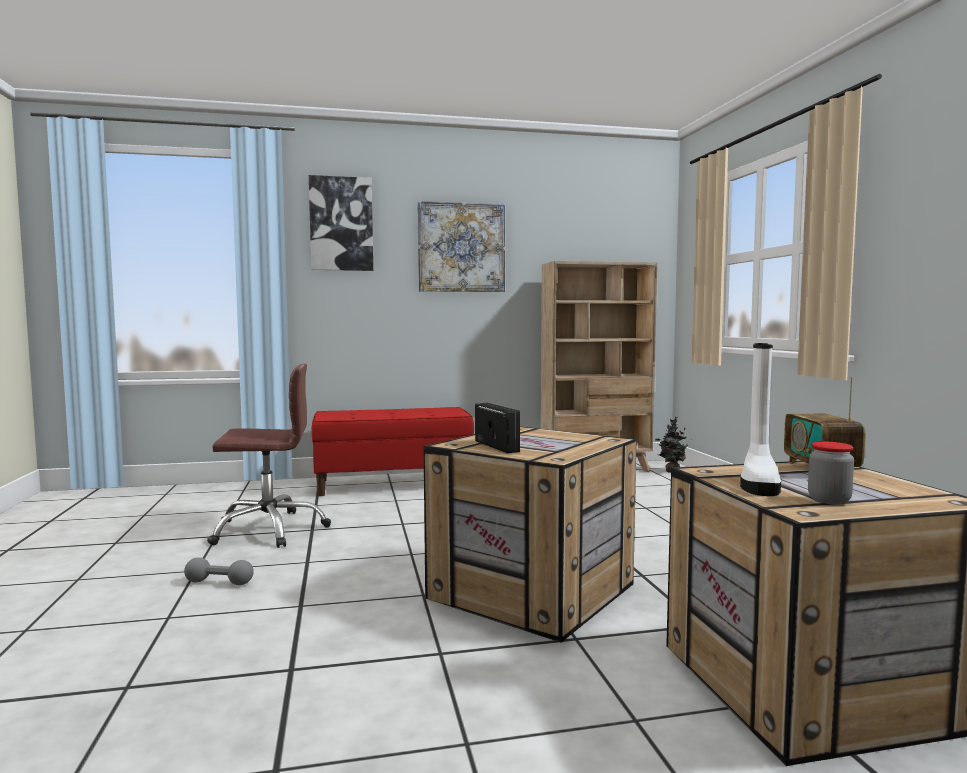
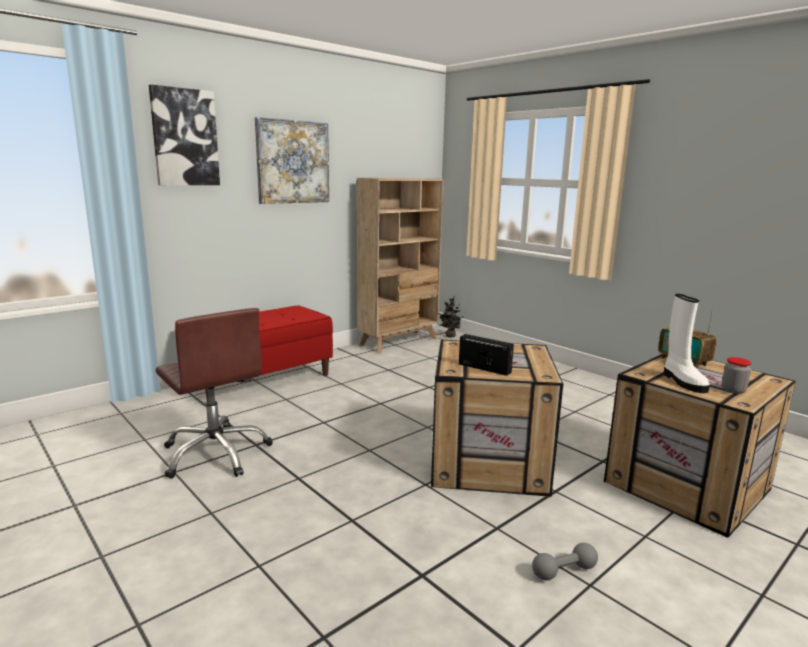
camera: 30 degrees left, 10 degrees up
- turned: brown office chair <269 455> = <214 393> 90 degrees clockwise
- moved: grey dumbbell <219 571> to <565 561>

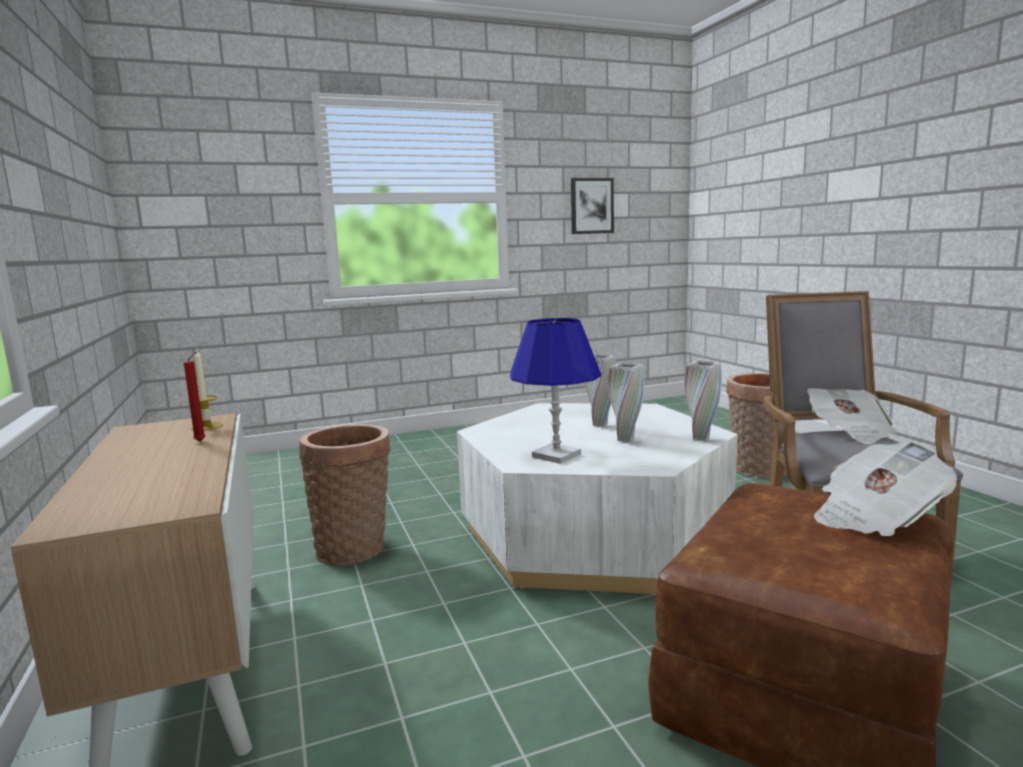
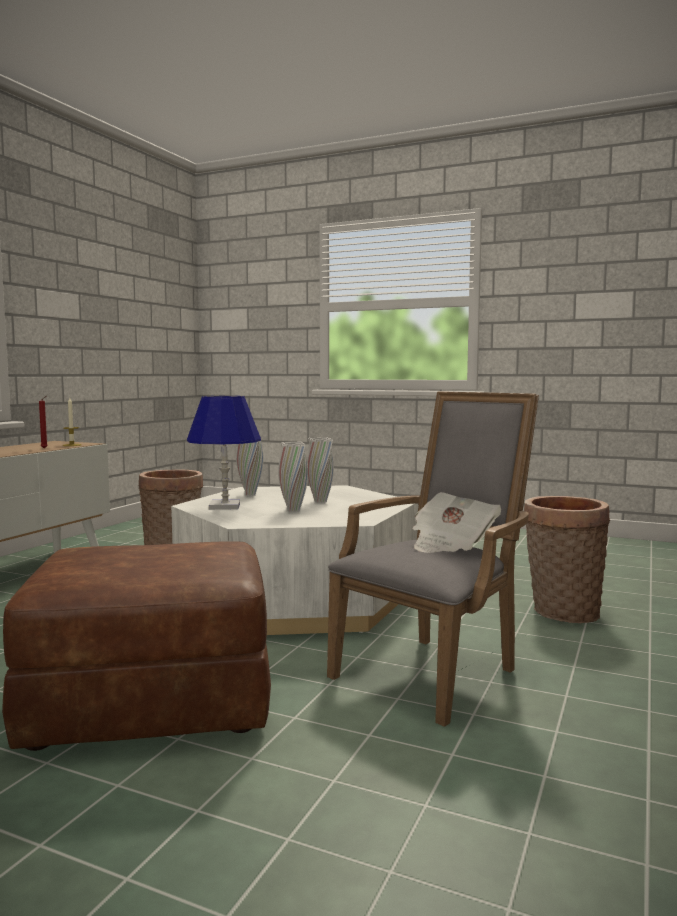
camera: 45 degrees right, 5 degrees down
- moved: white vase <703 401> to <250 468>
- removed: picture <592 206>
- removed: newspaper <885 489>

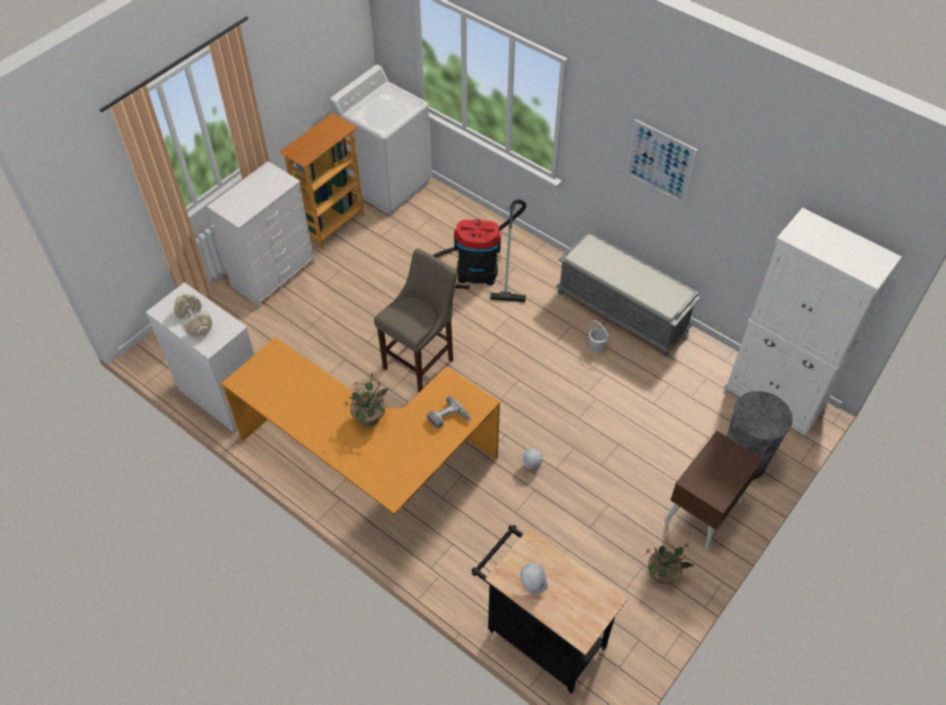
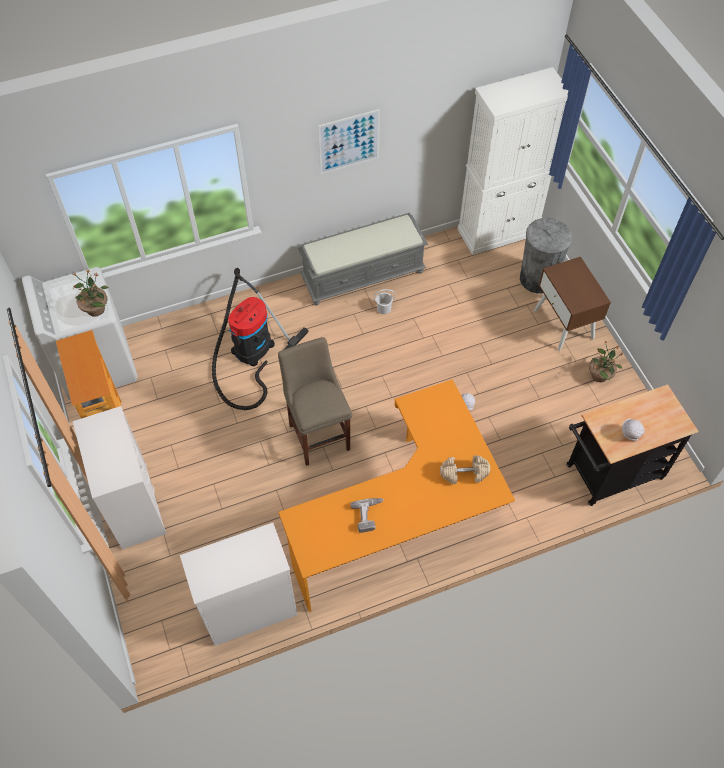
camera: 60 degrees left, 5 degrees up
- moved: potted plant <366 399> to <91 293>
- moved: power drill <449 412> to <366 515>
- moved: beige dumbbell <192 315> to <465 469>

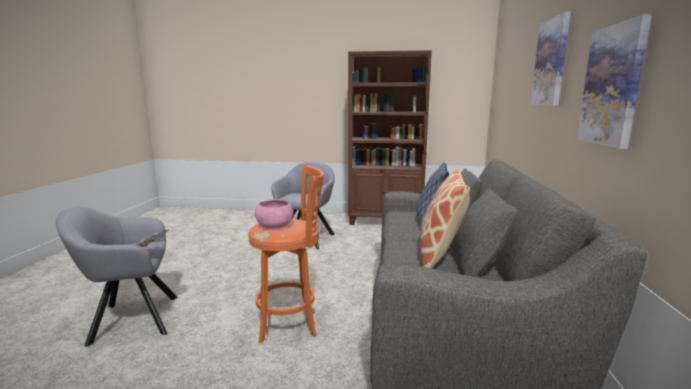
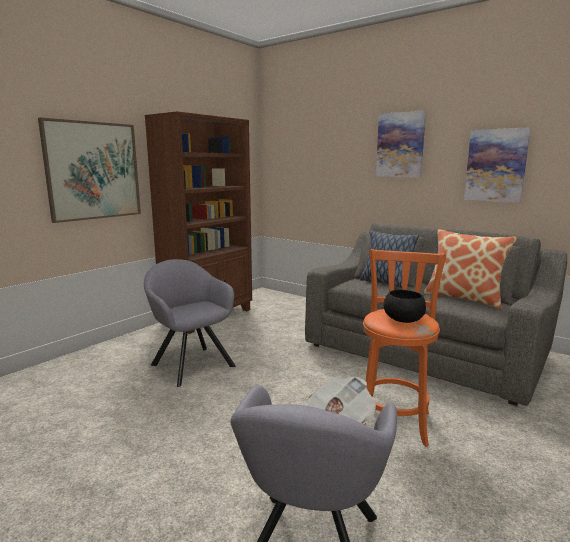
camera: 60 degrees left, 0 degrees up
- added: picture <89 170>
- recoloured: pink bowl <274 214> to black bowl <404 306>

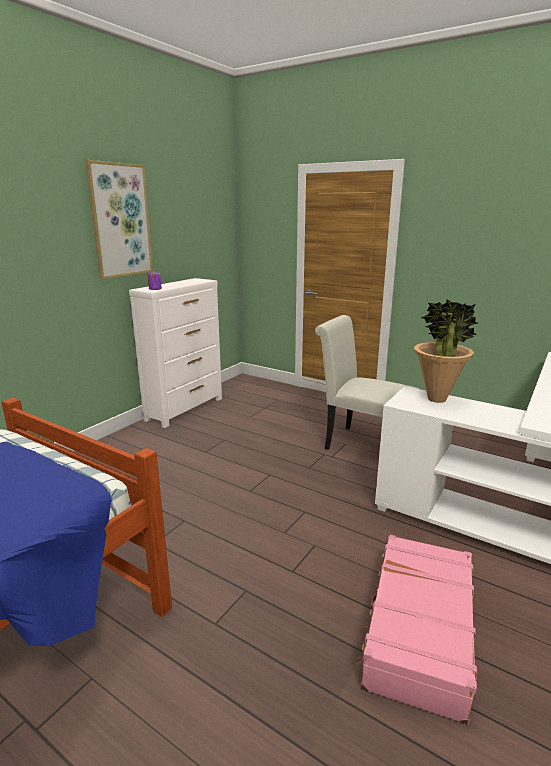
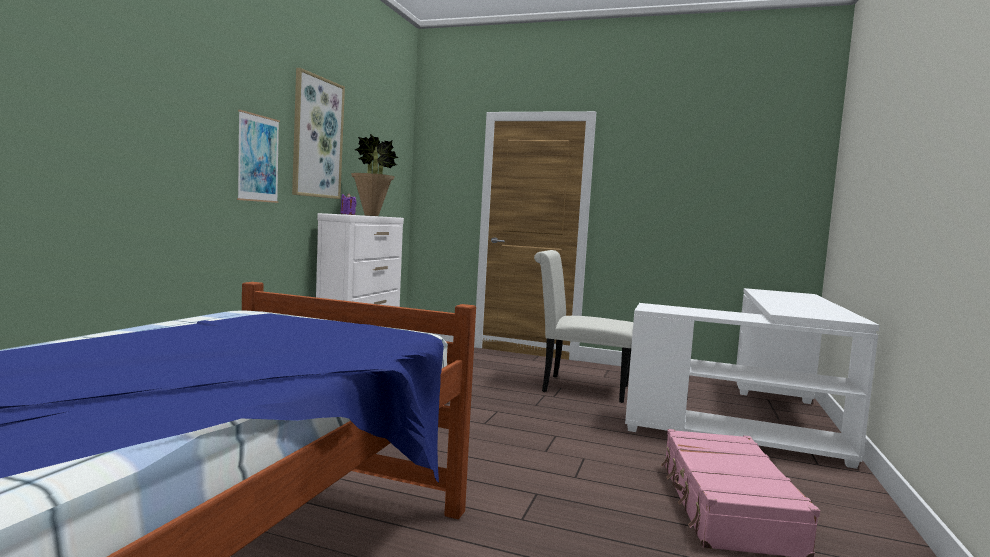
camera: 15 degrees left, 15 degrees down
- added: picture <258 156>
- moved: potted plant <446 351> to <375 175>

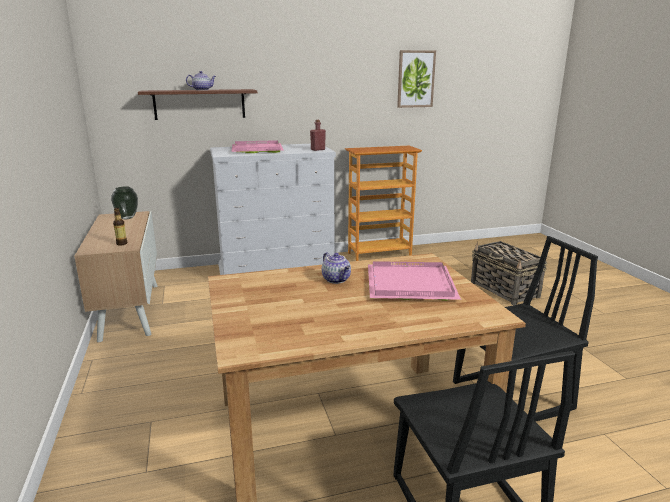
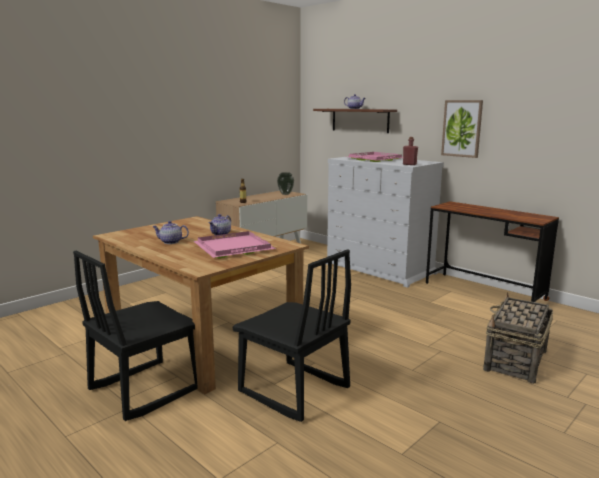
camera: 60 degrees right, 5 degrees down
- added: teapot <170 232>
- replaced: bookcase <383 203> to brown desk <492 252>
- moved: picture <416 79> to <462 129>

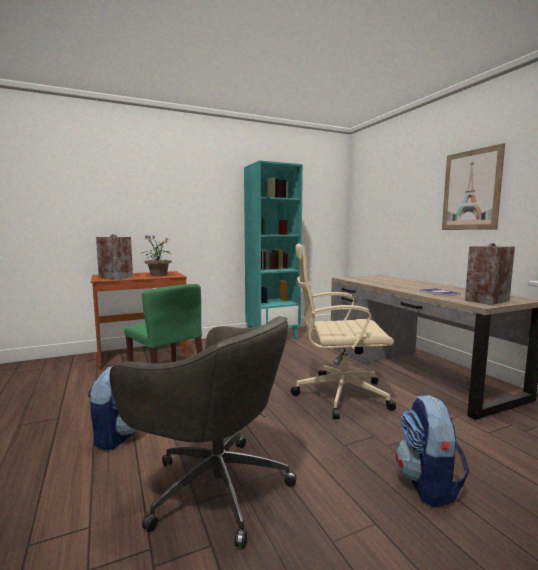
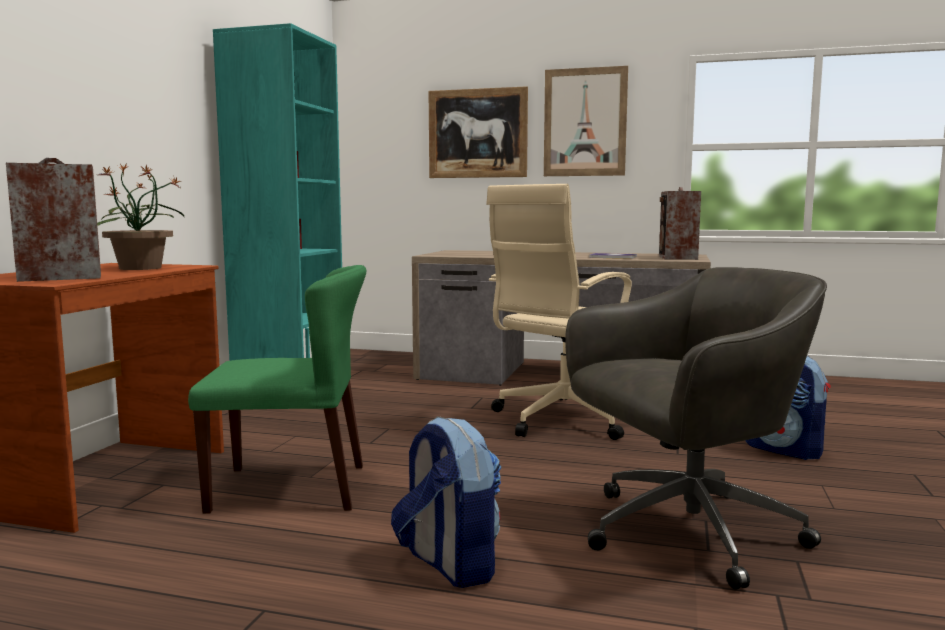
camera: 50 degrees left, 0 degrees up
- added: picture <478 132>

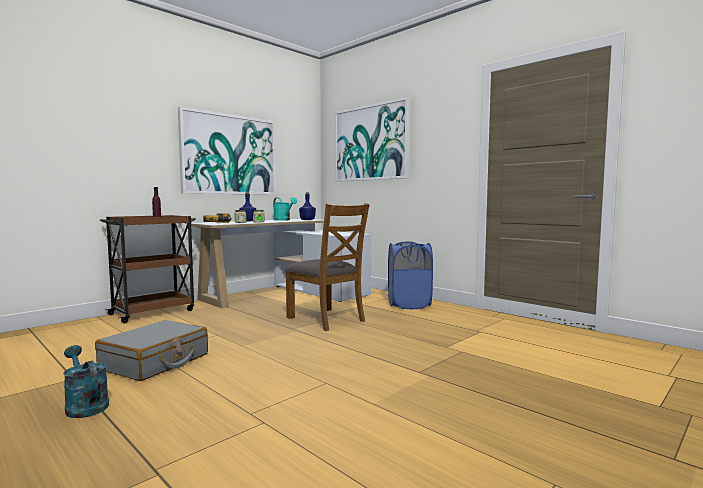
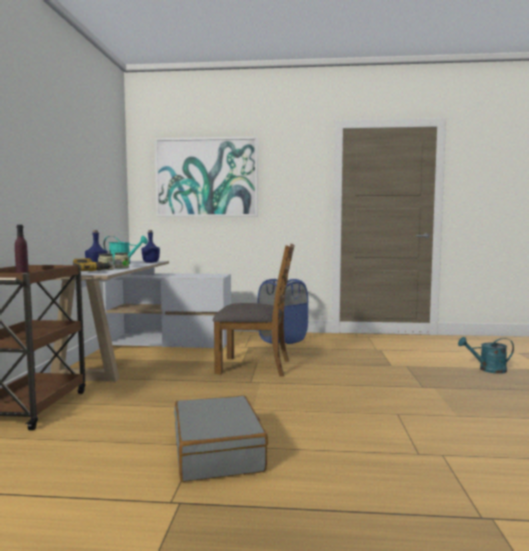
camera: 40 degrees left, 0 degrees up
- moved: turquoise watering can <86 381> to <486 355>
- removed: picture <227 151>

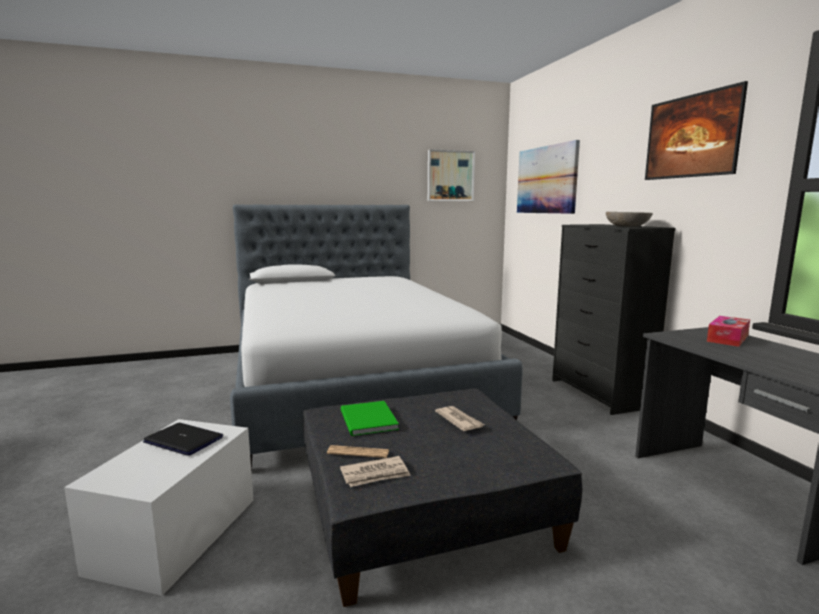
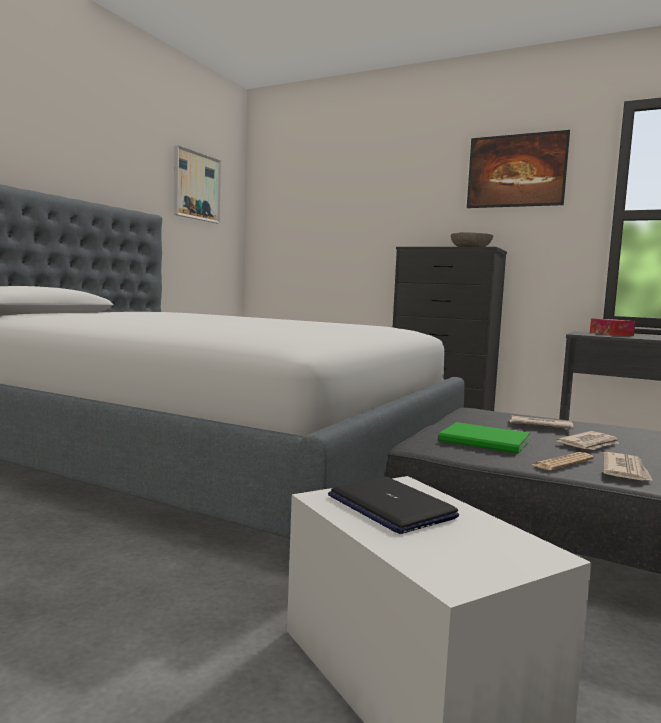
camera: 45 degrees left, 5 degrees down
- turned: laptop <183 439> = <393 505> 105 degrees counterclockwise
- added: newspaper <588 440>
- removed: picture <548 177>

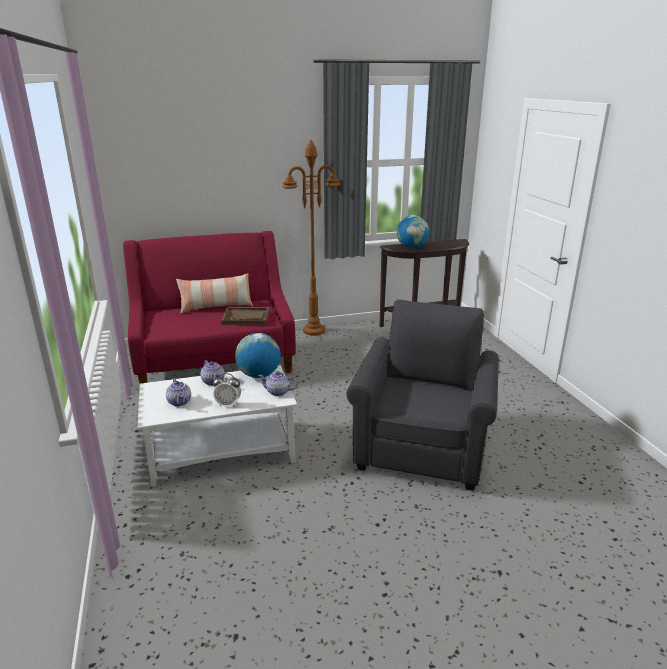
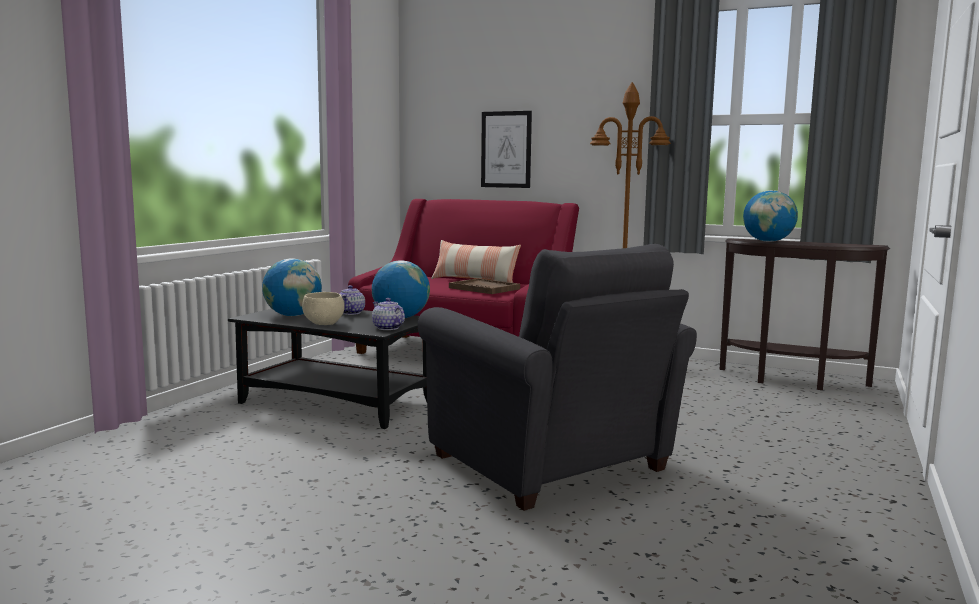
camera: 40 degrees right, 15 degrees down
- recoloured: white coffee table <217 426> to black coffee table <327 369>
- replaced: teapot <178 392> to globe <292 287>
- replaced: alarm clock <227 390> to beige bowl <323 308>
- turned: grey armchair <423 395> = <557 377> 90 degrees clockwise
- added: picture <506 149>

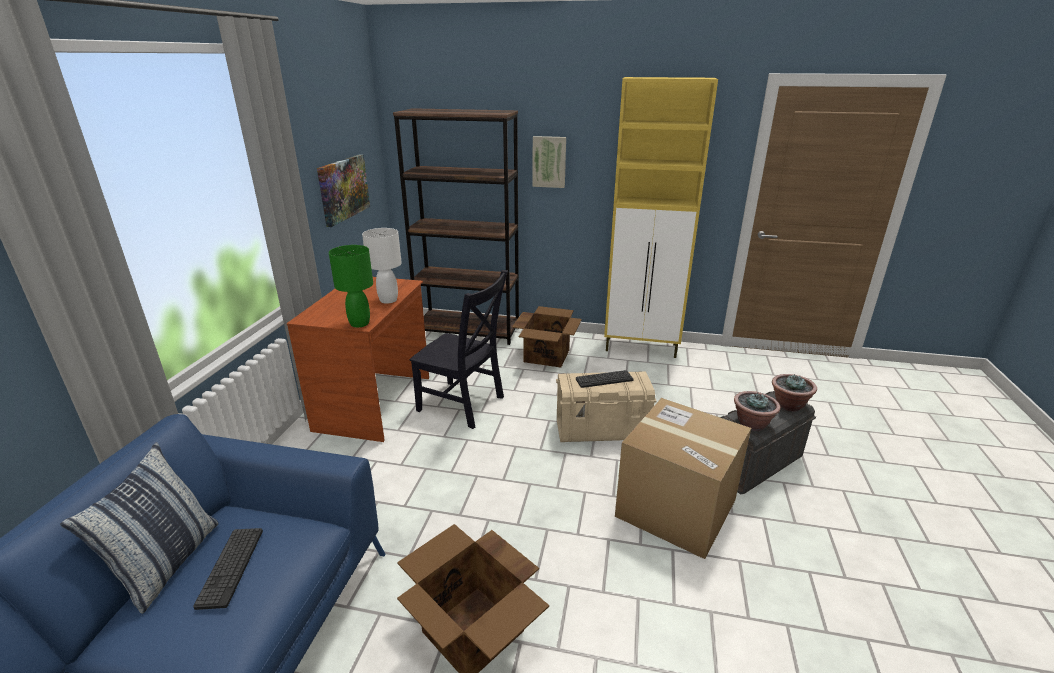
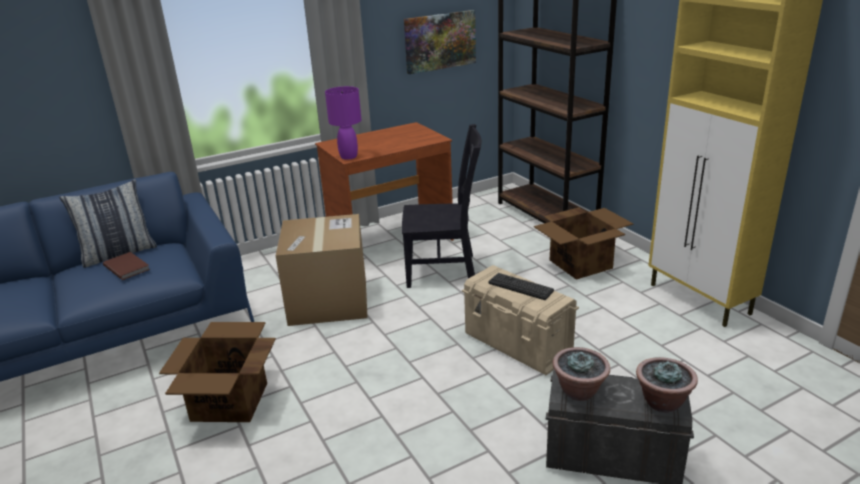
camera: 50 degrees right, 0 degrees up
- replaced: keyboard <228 569> to brown book <126 266>
- moved: cardboard box <683 478> to <321 270>
- recoloured: green table lamp <351 286> to purple table lamp <343 123>
- turned: black chair <458 349> = <442 206> 75 degrees counterclockwise
- removed: white table lamp <382 266>
- removed: picture <549 162>

